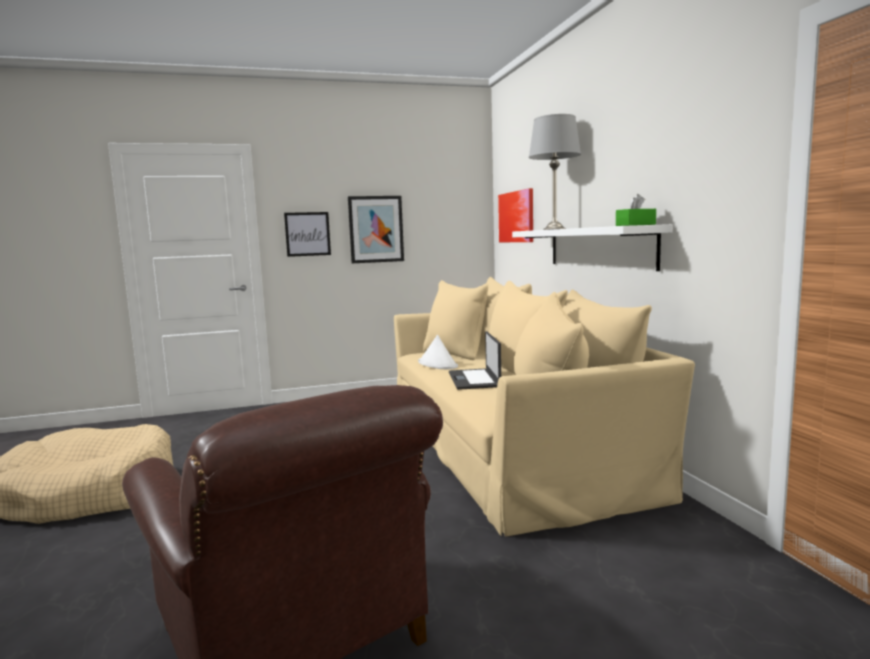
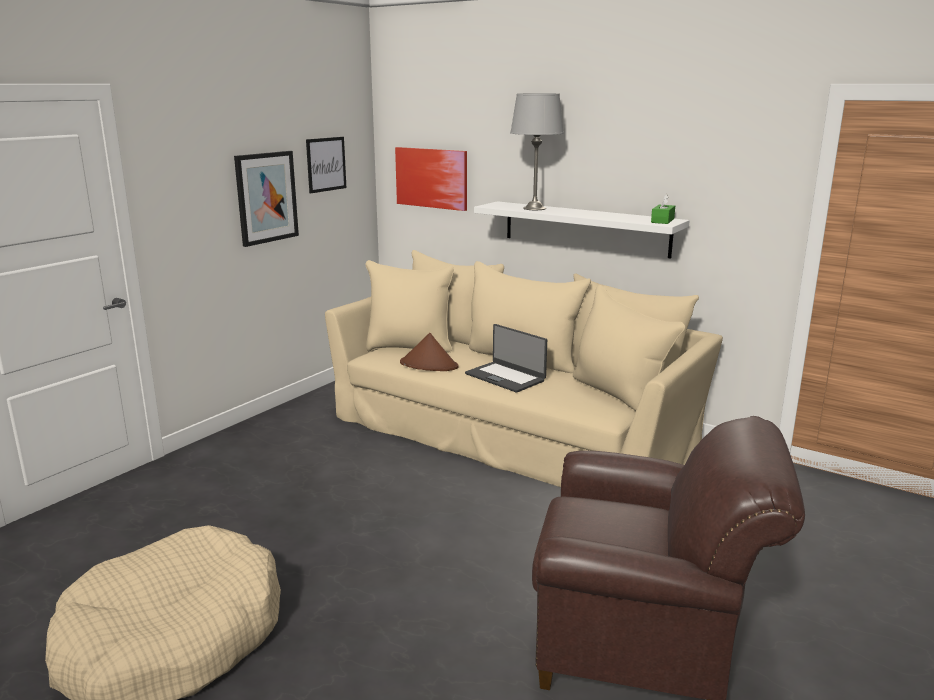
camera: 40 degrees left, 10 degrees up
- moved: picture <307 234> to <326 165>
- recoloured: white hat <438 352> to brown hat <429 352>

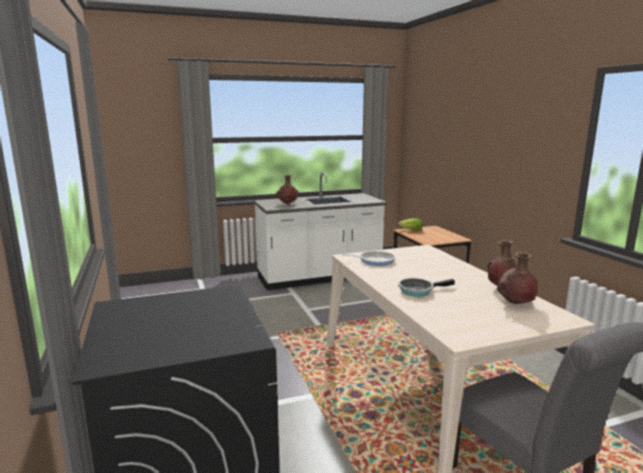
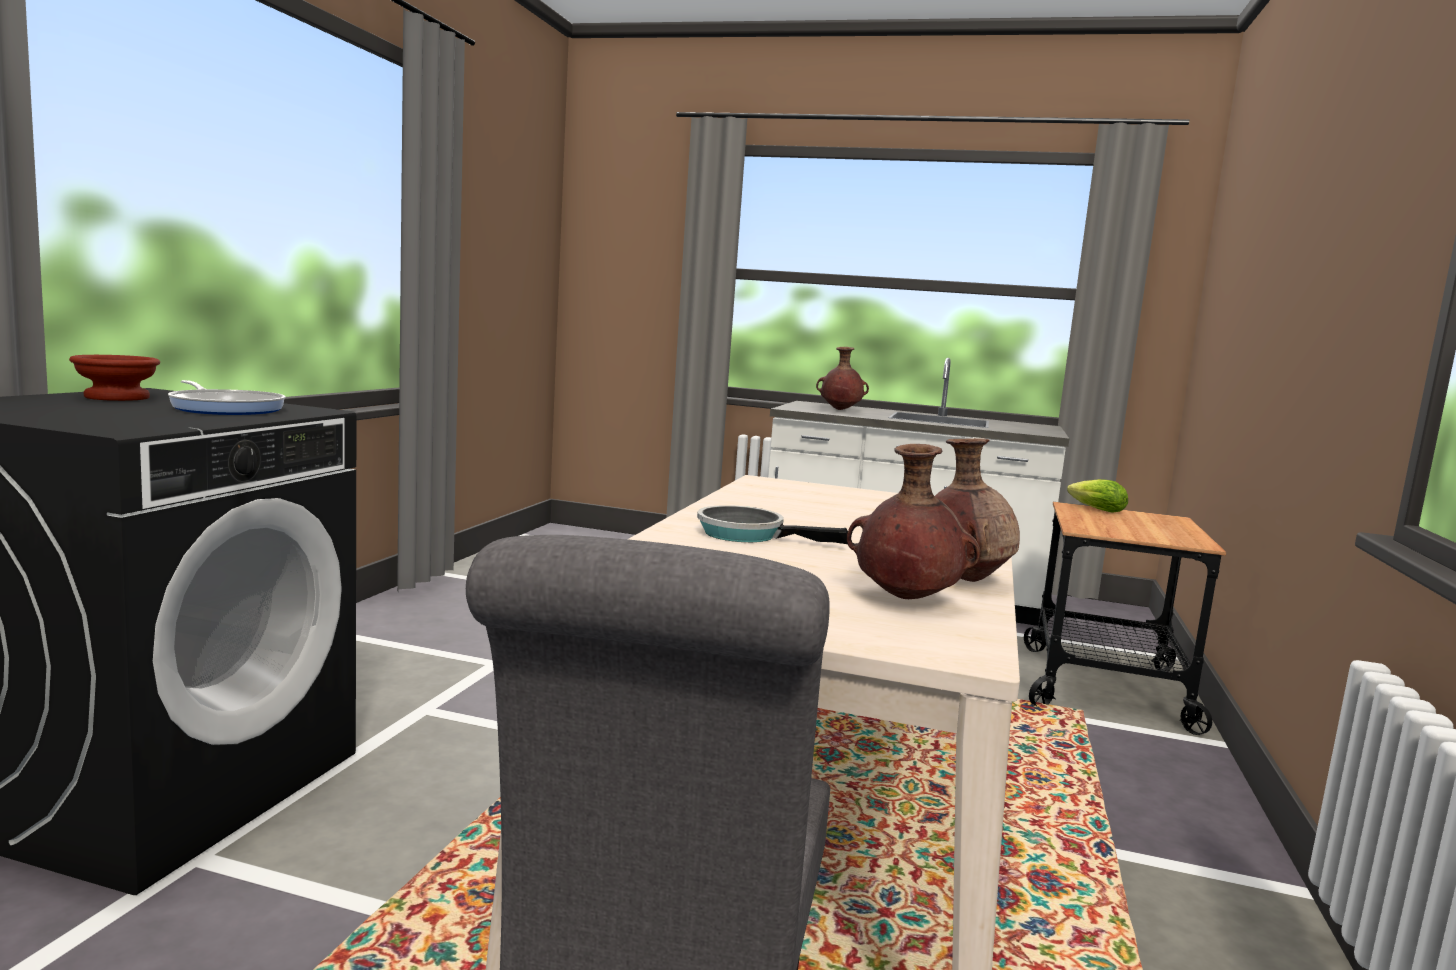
camera: 35 degrees right, 5 degrees down
- added: brown bowl <114 378>
- moved: frying pan <368 258> to <226 397>

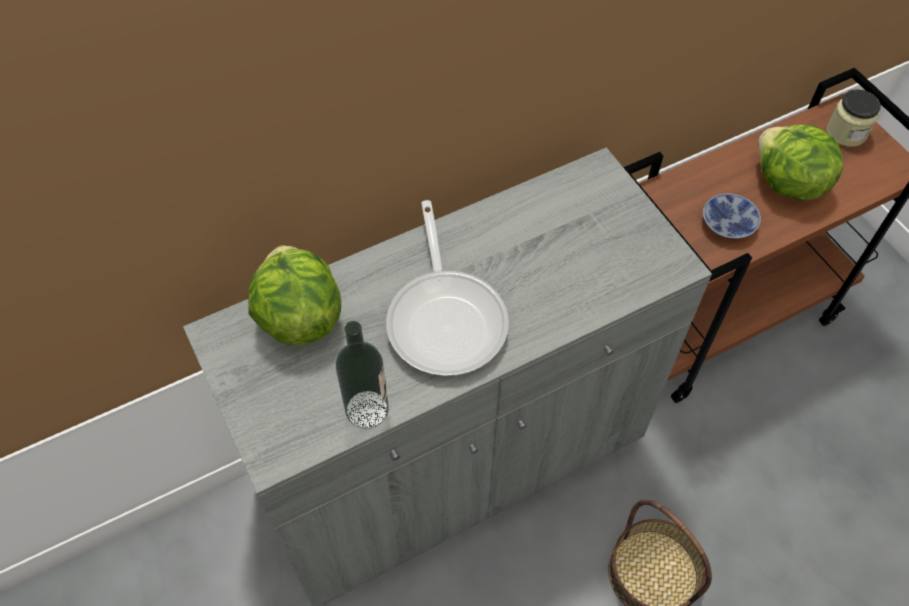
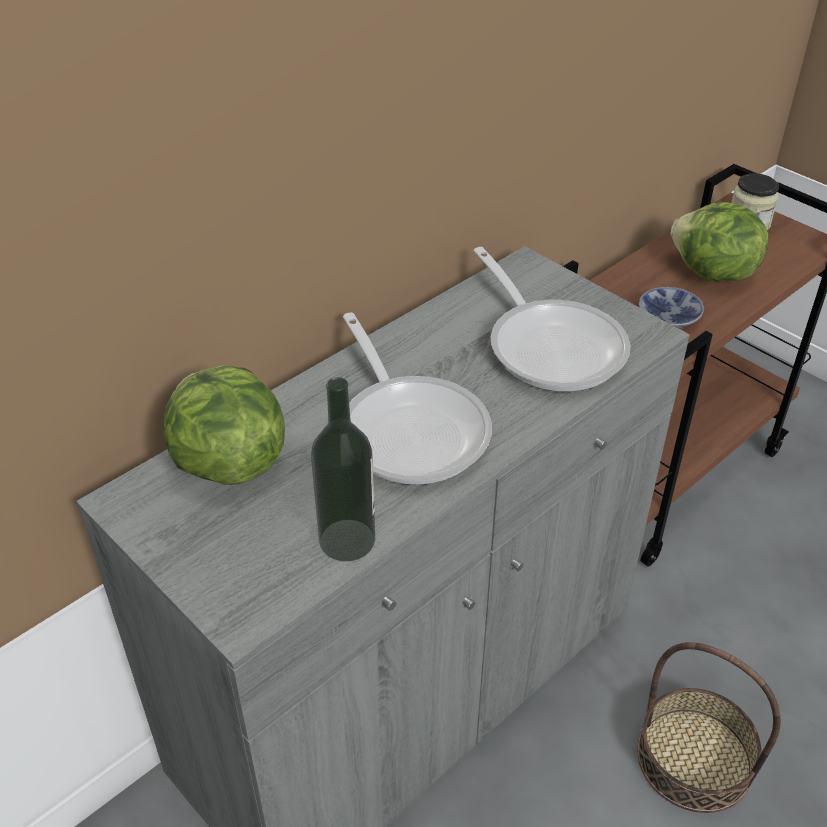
camera: 15 degrees left, 15 degrees down
- added: frying pan <551 319>

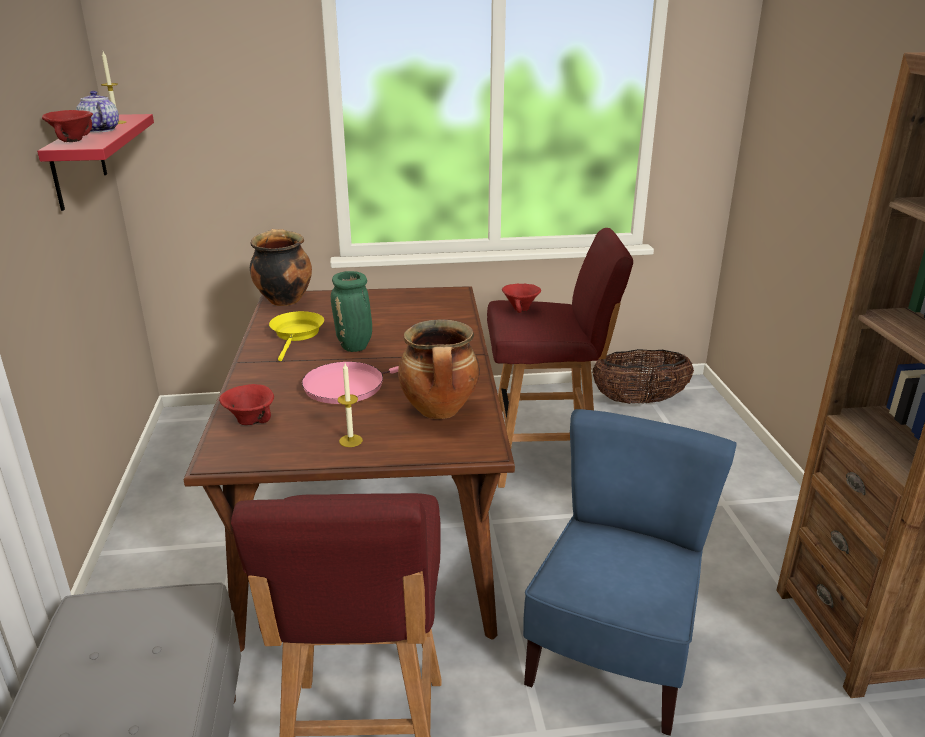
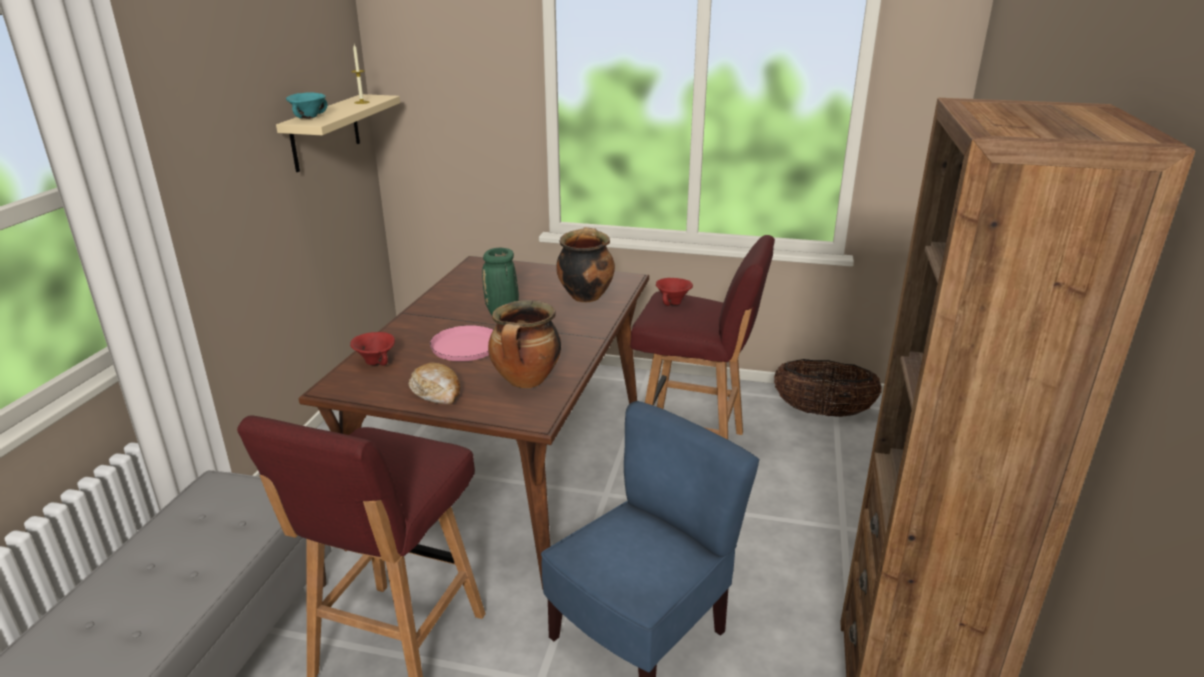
camera: 20 degrees right, 0 degrees up
- recoloured: red shelf <95 162> to beige shelf <338 133>
- recoloured: red bowl <67 126> to turquoise bowl <307 105>
- replaced: candle <350 405> to bread <434 383>
- moved: cooking pot <281 267> to <585 265>
- removed: teapot <97 112>
- removed: yellow frying pan <296 336>

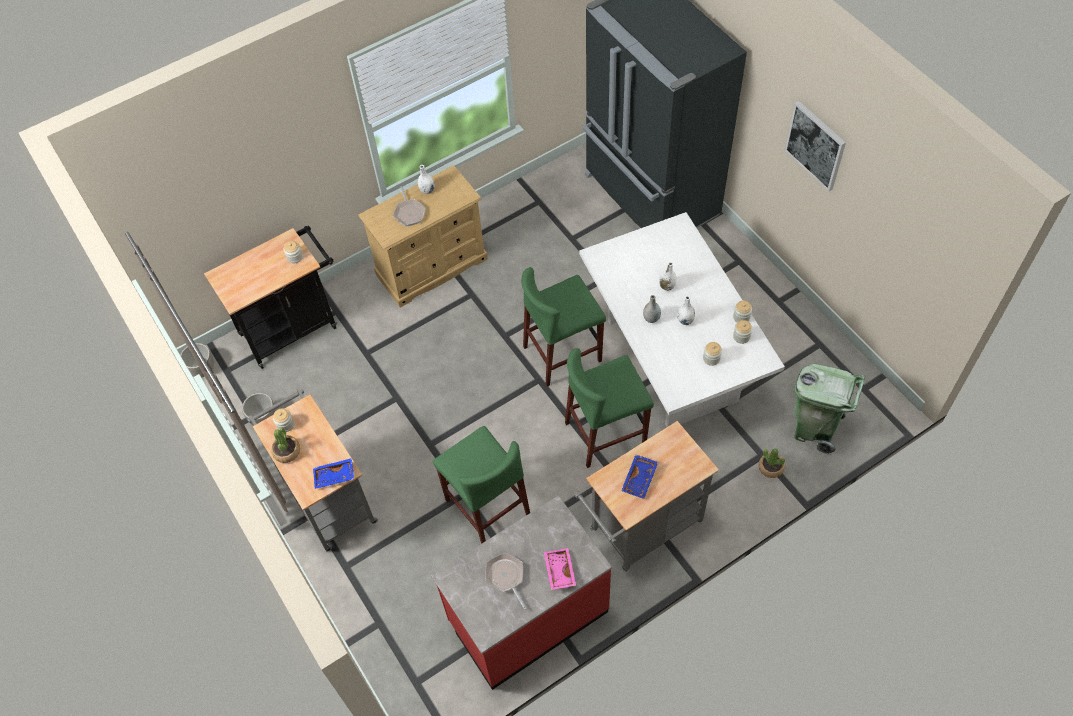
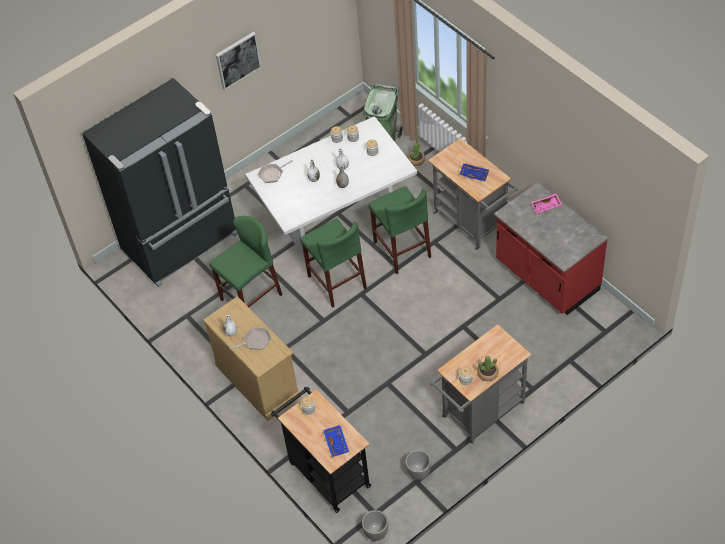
camera: 95 degrees left, 5 degrees down
- moved: green stool <481 485> to <245 261>
- moved: frying pan <506 581> to <275 171>
- moved: blue tray <333 473> to <336 441>

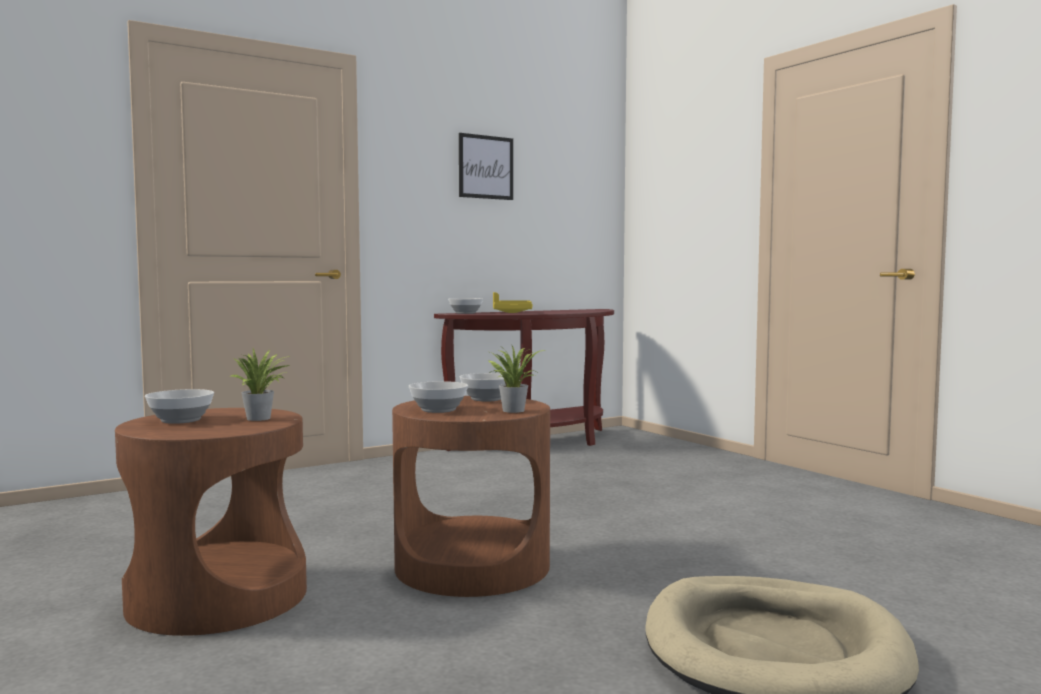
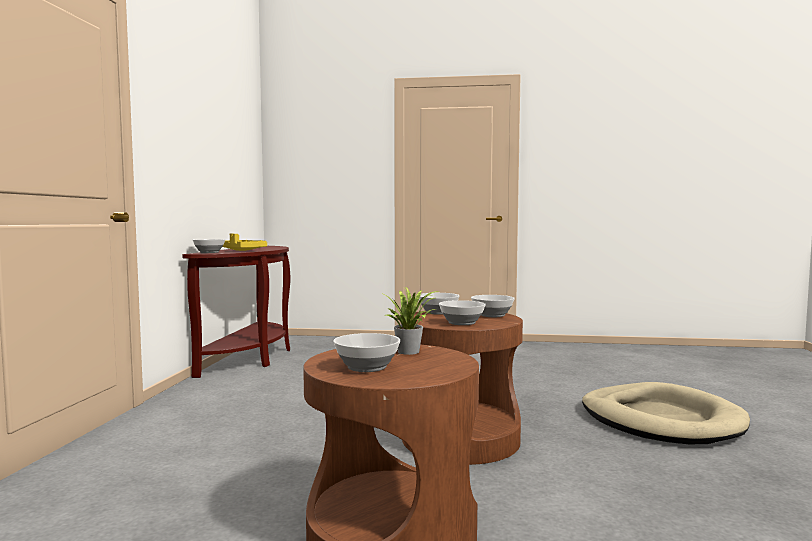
camera: 50 degrees left, 0 degrees up
- replaced: potted plant <517 379> to bowl <493 306>
- removed: picture <486 166>

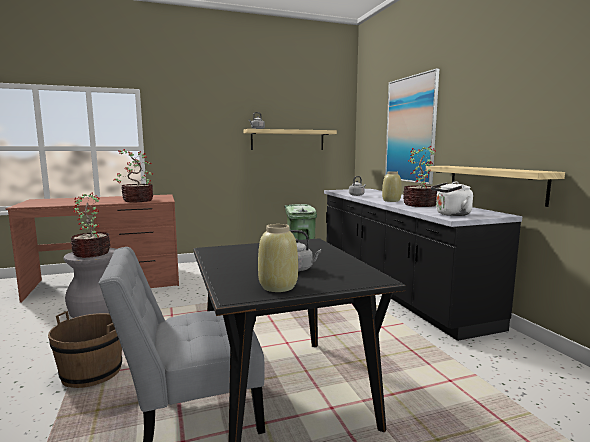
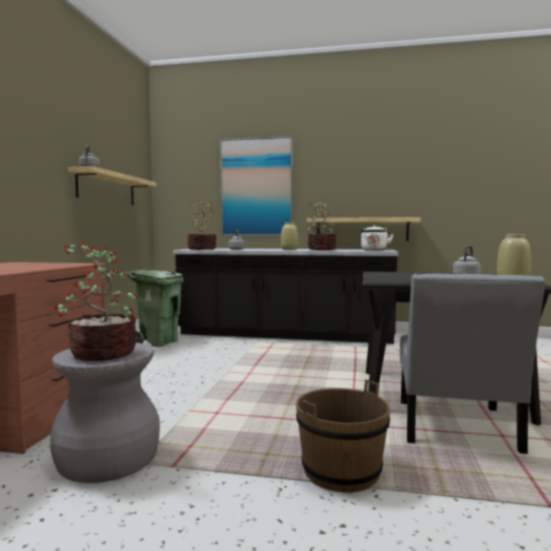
camera: 60 degrees left, 5 degrees down
- moved: potted plant <133 175> to <201 225>

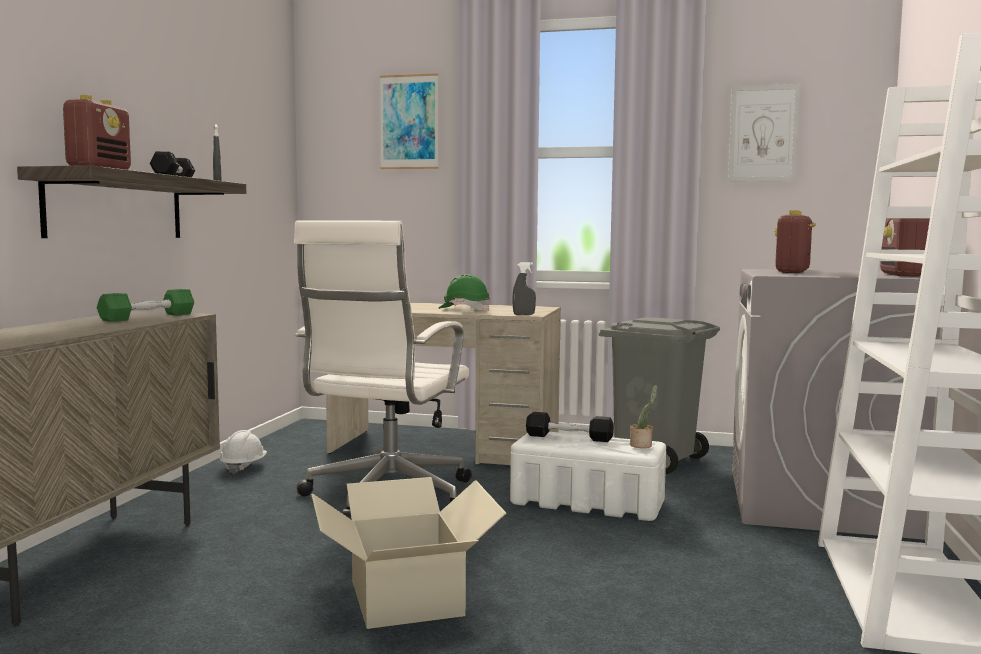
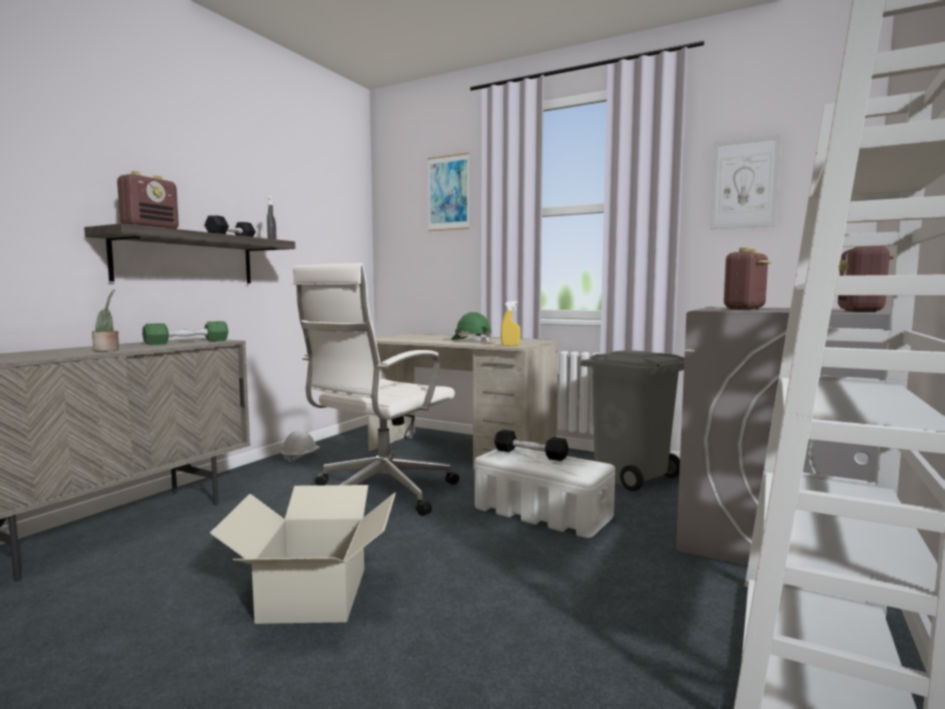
camera: 15 degrees right, 0 degrees up
- moved: potted plant <643 416> to <105 320>
- recoloured: grey spray bottle <524 288> to yellow spray bottle <511 323>

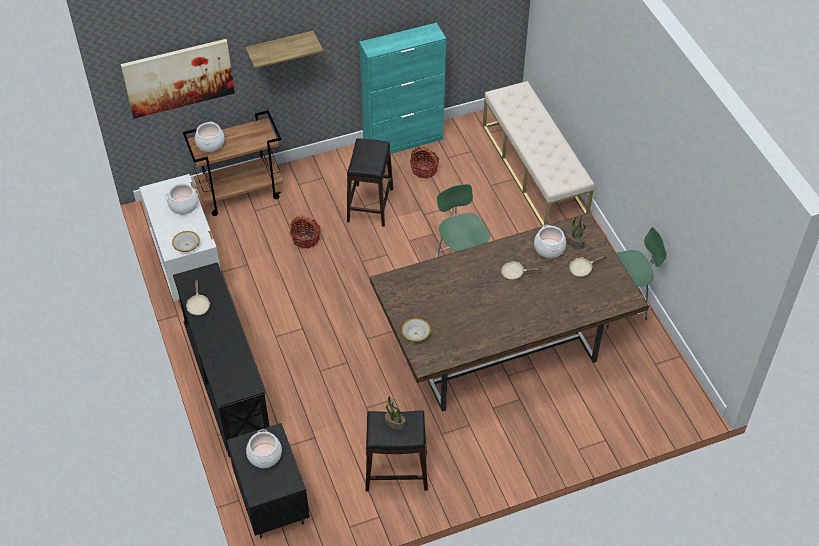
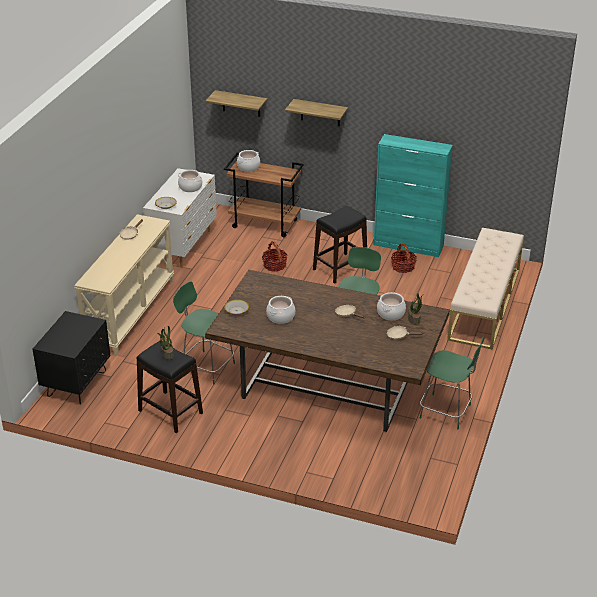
camera: 40 degrees right, 15 degrees down
- recoloured: black console table <221 359> to beige console table <124 284>
- added: green chair <204 332>
- replaced: picture <178 79> to shelf <236 103>
- moved: cooking pot <264 448> to <280 310>

